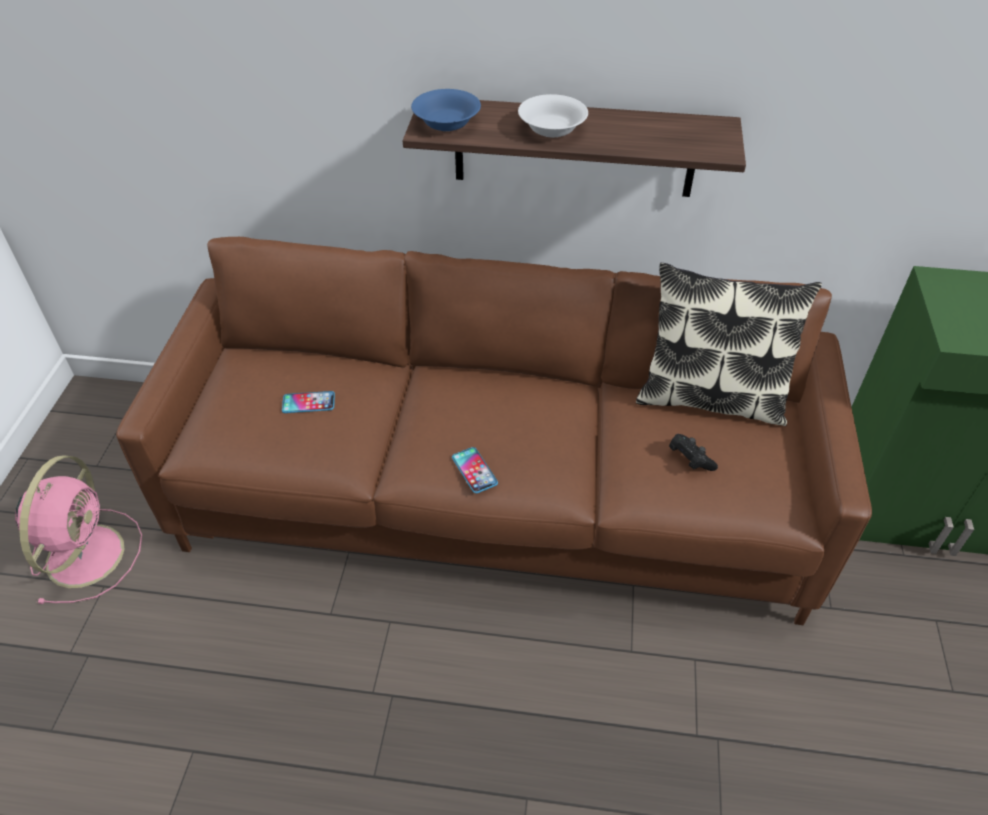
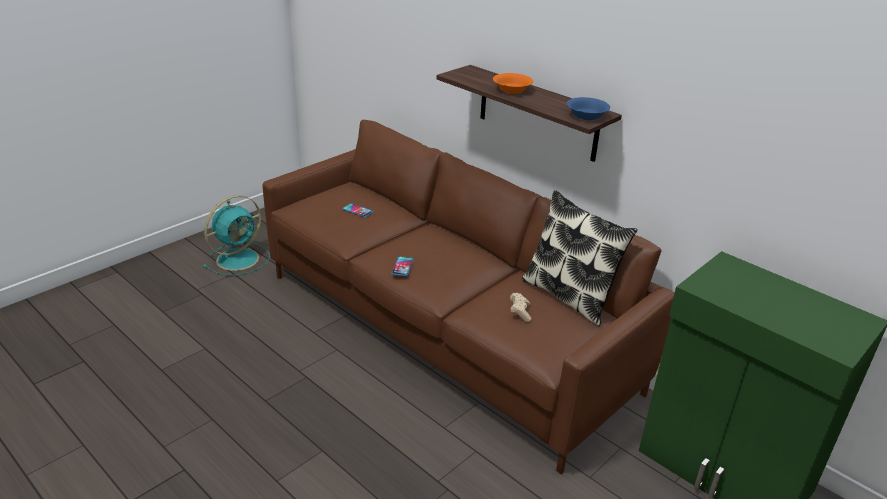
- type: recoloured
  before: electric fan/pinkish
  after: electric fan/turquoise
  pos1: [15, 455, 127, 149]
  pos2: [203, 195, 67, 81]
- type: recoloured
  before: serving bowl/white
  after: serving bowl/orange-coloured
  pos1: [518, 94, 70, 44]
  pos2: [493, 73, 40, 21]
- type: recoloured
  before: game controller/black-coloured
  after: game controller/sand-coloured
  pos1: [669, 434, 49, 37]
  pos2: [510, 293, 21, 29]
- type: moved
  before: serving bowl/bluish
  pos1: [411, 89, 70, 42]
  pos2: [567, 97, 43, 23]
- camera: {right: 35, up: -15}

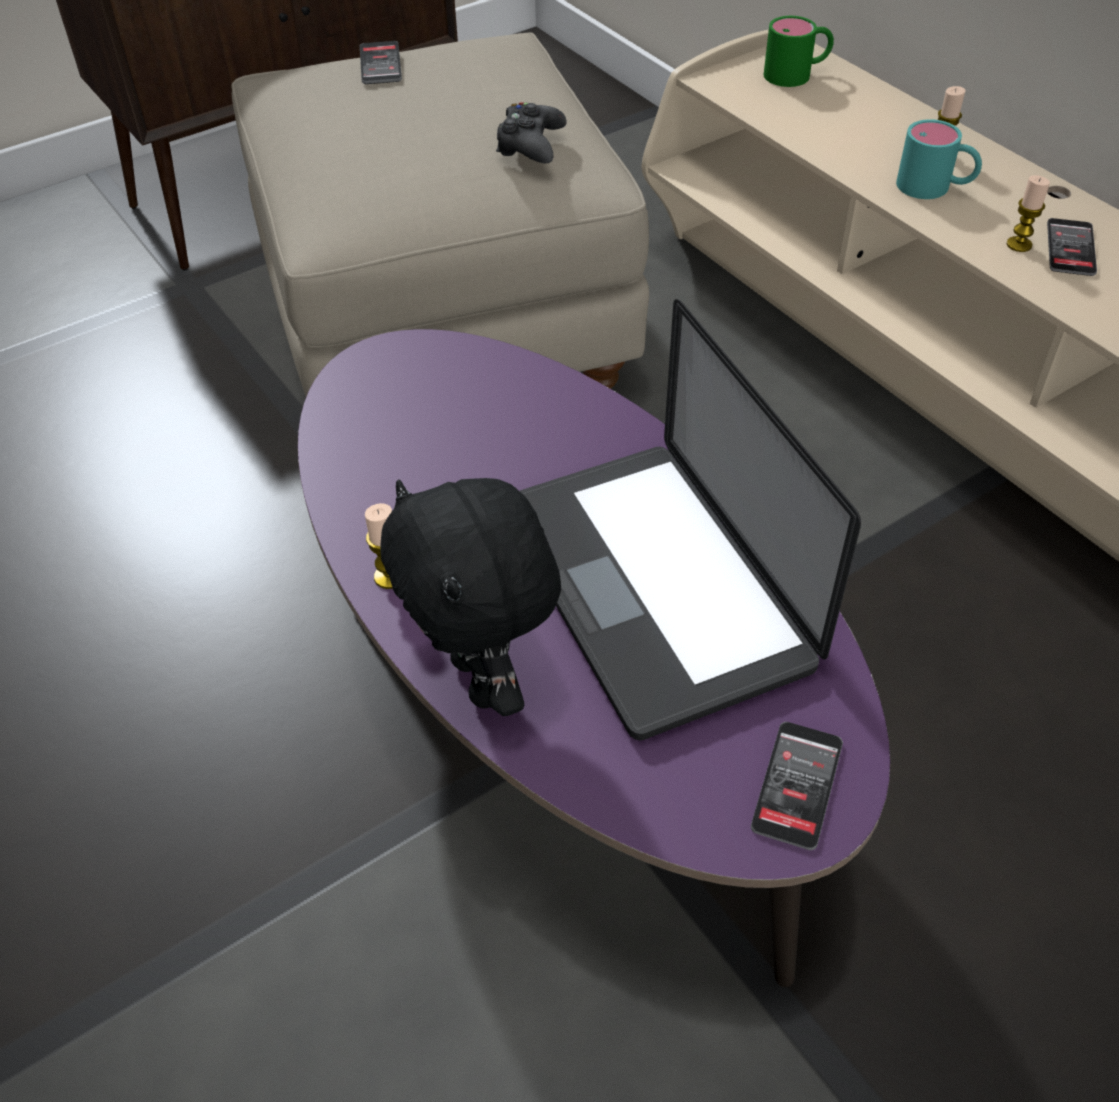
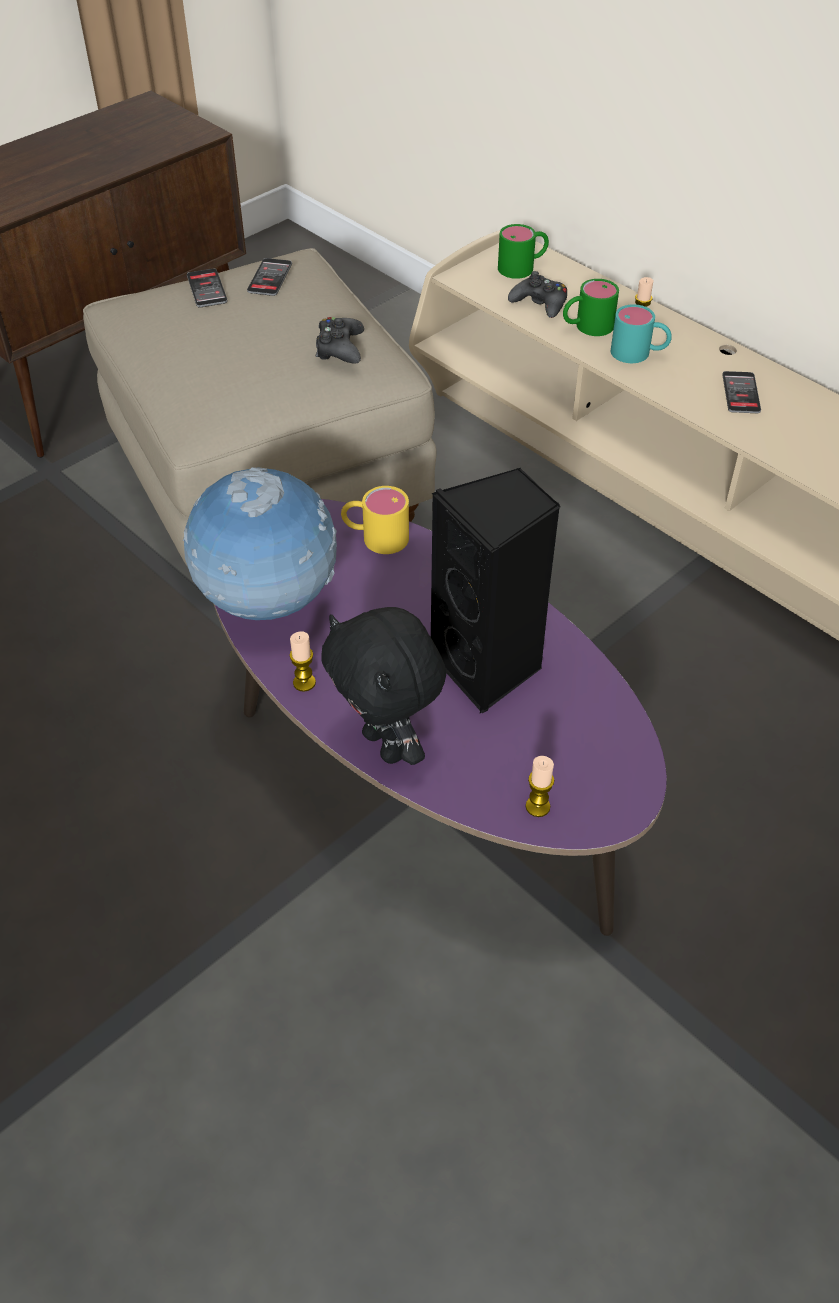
- type: added
  after: desk globe
  pos2: [183, 467, 154, 153]
- type: moved
  before: handset
  pos1: [751, 722, 92, 128]
  pos2: [247, 258, 45, 38]
- type: added
  after: mug/yellow-coloured
  pos2: [341, 486, 68, 68]
- type: replaced
  before: notebook computer
  after: loudspeaker/black-coloured
  pos1: [520, 299, 341, 442]
  pos2: [431, 468, 130, 245]
- type: added
  after: game controller/black-coloured
  pos2: [508, 271, 59, 47]
- type: moved
  before: candle
  pos1: [1007, 175, 43, 77]
  pos2: [526, 756, 28, 61]
- type: added
  after: mug/green-coloured
  pos2: [563, 279, 56, 57]
- camera: {right: -10, up: 0}

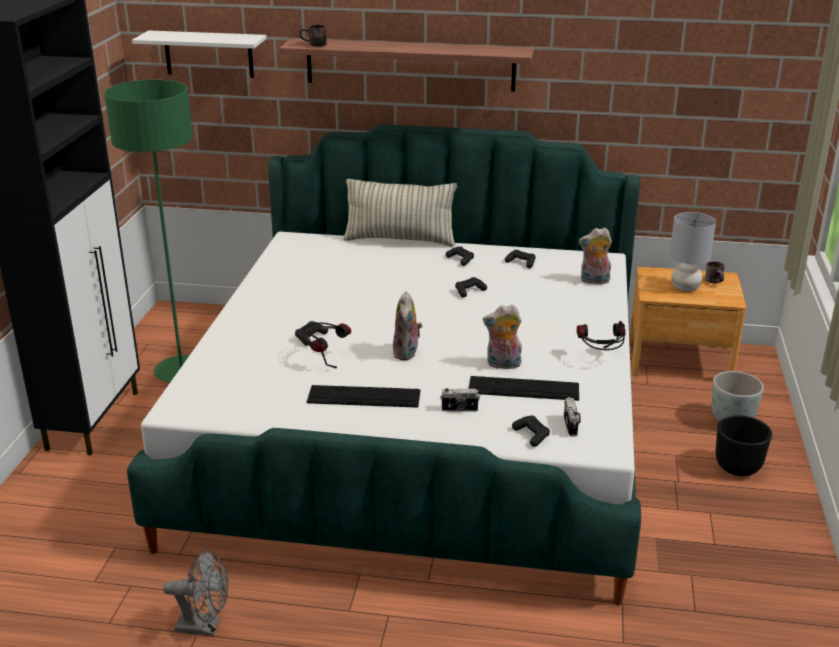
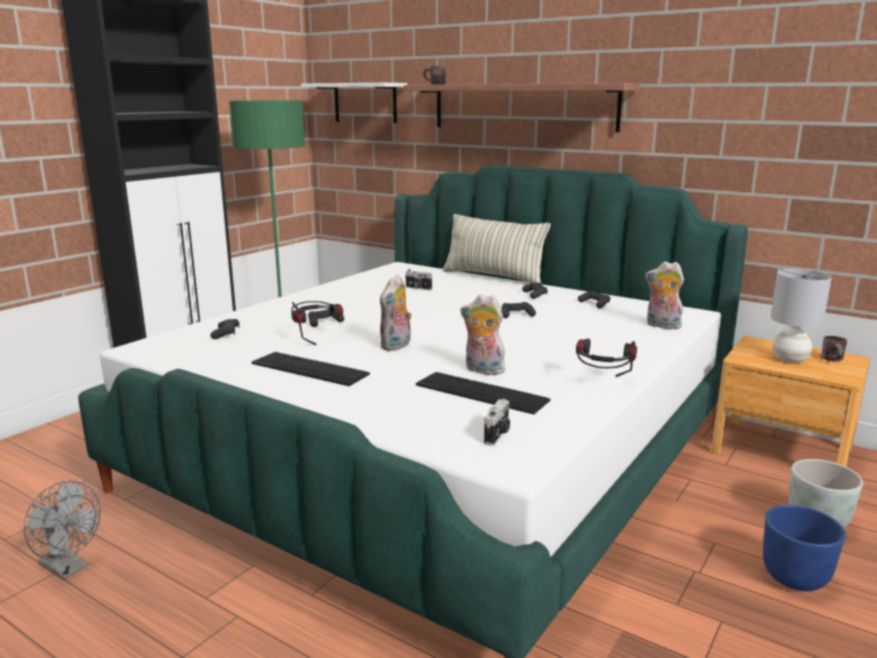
- type: moved
  before: game controller/black-coloured
  pos1: [512, 415, 38, 32]
  pos2: [211, 319, 28, 20]
- type: moved
  before: photo camera
  pos1: [440, 388, 40, 24]
  pos2: [405, 269, 28, 21]
- type: recoloured
  before: flower pot/black-coloured
  after: flower pot/bluish
  pos1: [716, 415, 56, 61]
  pos2: [763, 505, 83, 86]
- camera: {right: 25, up: -10}

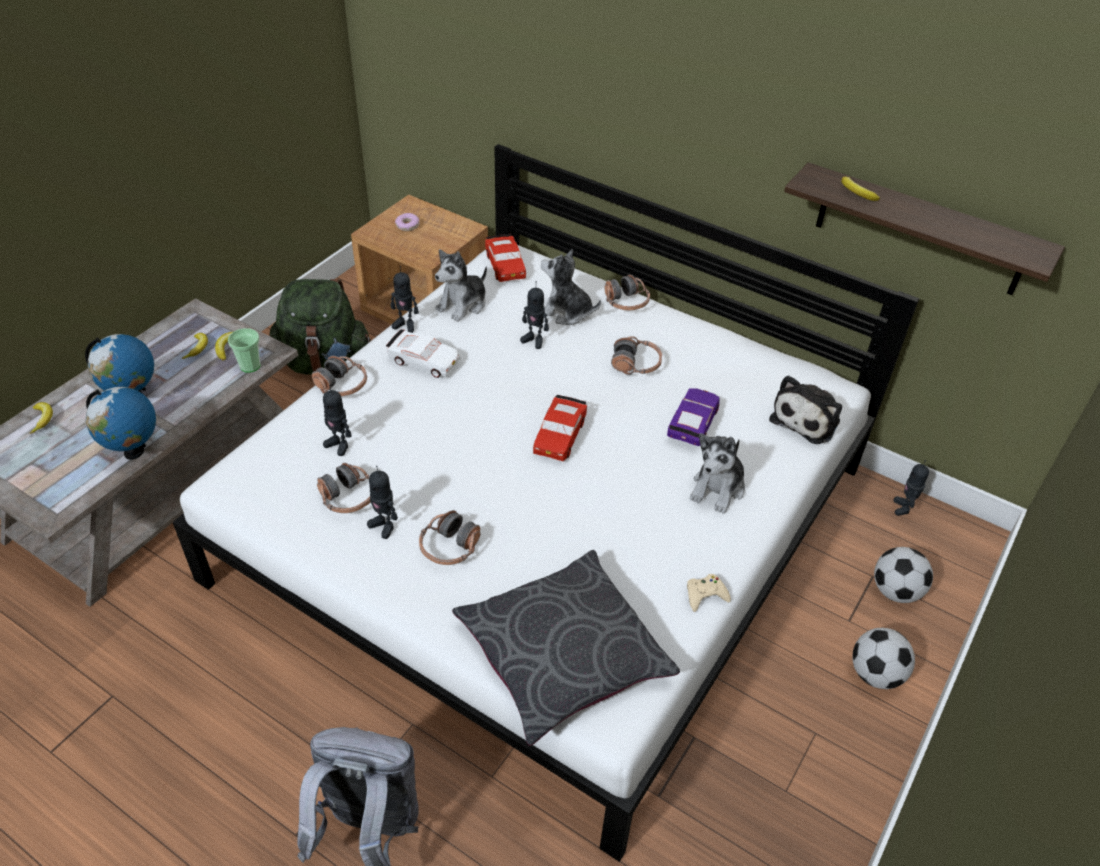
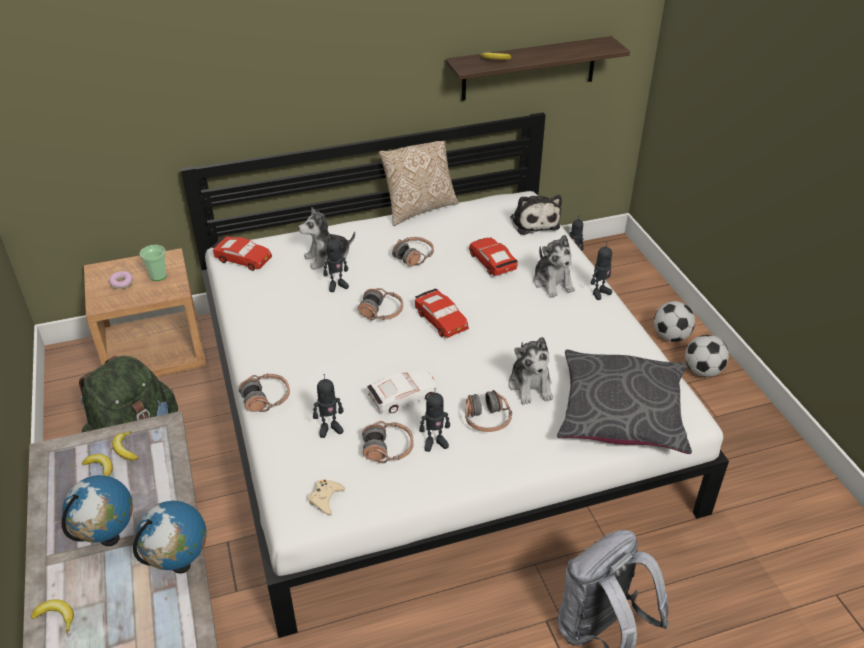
- type: moved
  before: drinking cup
  pos1: [228, 328, 33, 45]
  pos2: [140, 245, 27, 36]
- type: moved
  before: game controller/sand-coloured
  pos1: [687, 574, 44, 38]
  pos2: [308, 480, 37, 35]
- type: moved
  before: headset
  pos1: [604, 274, 46, 36]
  pos2: [358, 288, 45, 32]
- type: moved
  before: model car/white
  pos1: [386, 330, 75, 48]
  pos2: [367, 369, 72, 44]
- type: added
  after: throw pillow
  pos2: [379, 140, 80, 86]
- type: recoloured
  before: model car/purple
  after: model car/reddish
  pos1: [667, 388, 53, 58]
  pos2: [469, 238, 49, 38]
- type: moved
  before: plush toy
  pos1: [435, 249, 52, 73]
  pos2: [508, 337, 45, 68]
- type: moved
  before: toy robot
  pos1: [390, 266, 29, 67]
  pos2: [590, 241, 22, 59]
- type: moved
  before: football
  pos1: [874, 547, 59, 56]
  pos2: [685, 335, 44, 42]
- camera: {right: -50, up: -5}

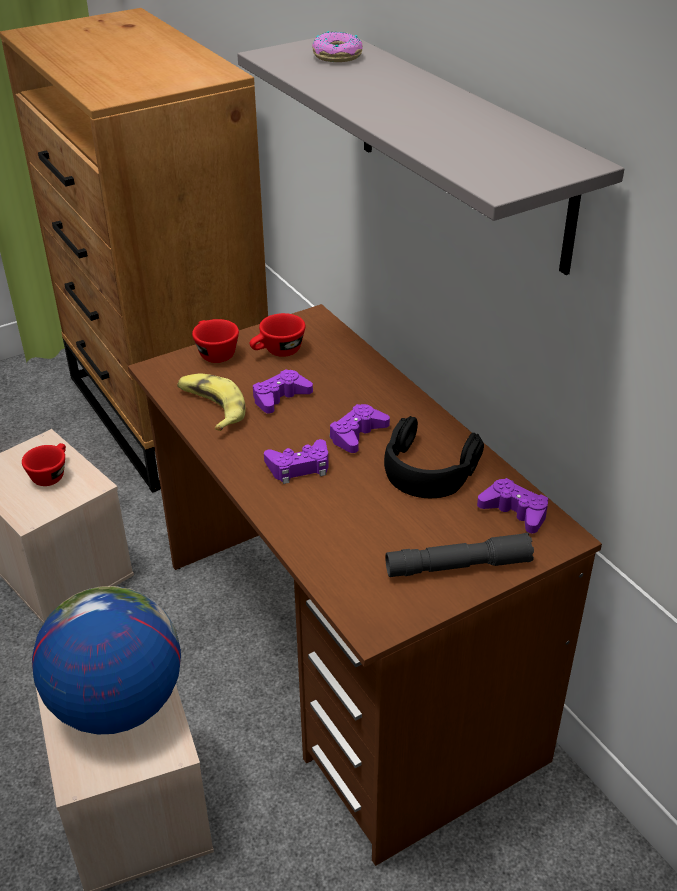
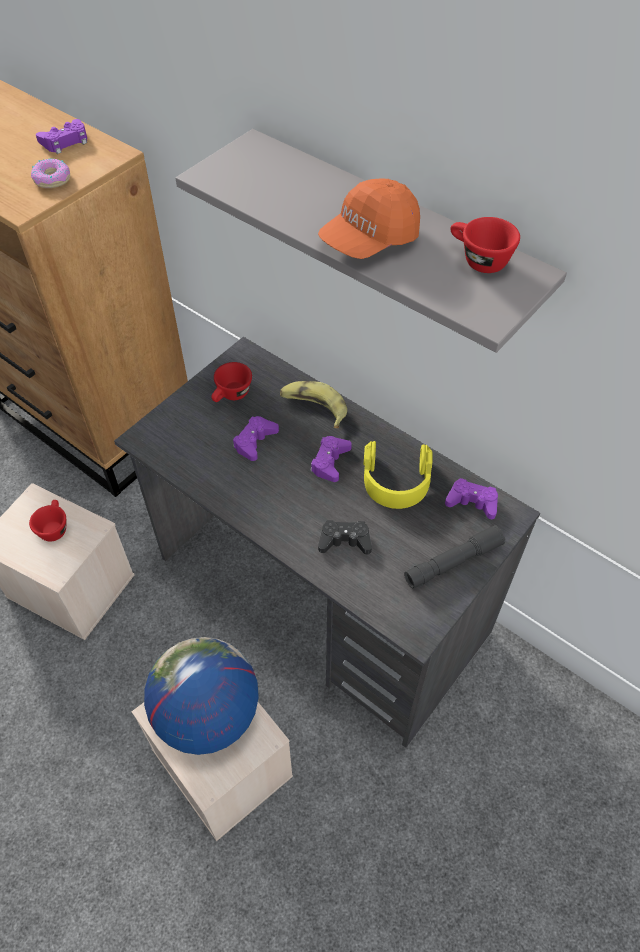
- type: moved
  before: doughnut
  pos1: [312, 31, 51, 31]
  pos2: [31, 158, 39, 30]
- type: moved
  before: game controller/purple
  pos1: [264, 439, 64, 45]
  pos2: [36, 119, 51, 35]
- type: recoloured
  before: desk unit/brown
  after: desk unit/grey
  pos1: [128, 304, 474, 562]
  pos2: [114, 337, 426, 411]
- type: moved
  before: banana fruit
  pos1: [177, 373, 68, 58]
  pos2: [280, 381, 67, 47]
- type: added
  after: peaked cap/orange-coloured
  pos2: [318, 178, 102, 81]
- type: added
  after: game controller/black-coloured
  pos2: [318, 520, 54, 34]
- type: recoloured
  before: headset/black-coloured
  after: headset/yellow-coloured
  pos1: [384, 416, 100, 82]
  pos2: [363, 441, 69, 68]
- type: moved
  before: drinking cup/reddish
  pos1: [192, 319, 47, 44]
  pos2: [450, 217, 70, 56]
- camera: {right: -20, up: 15}

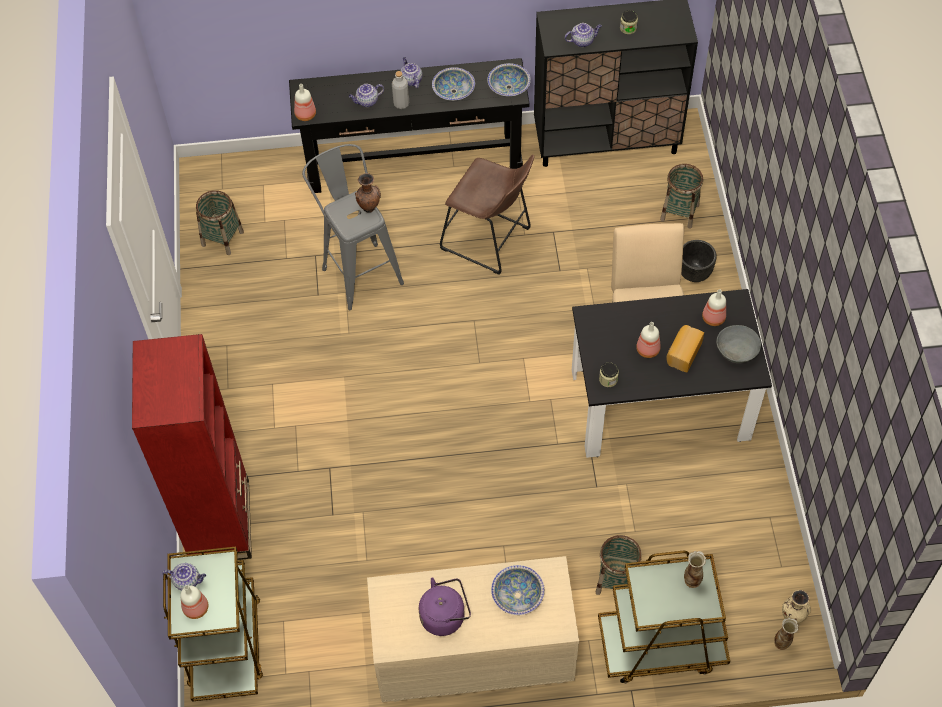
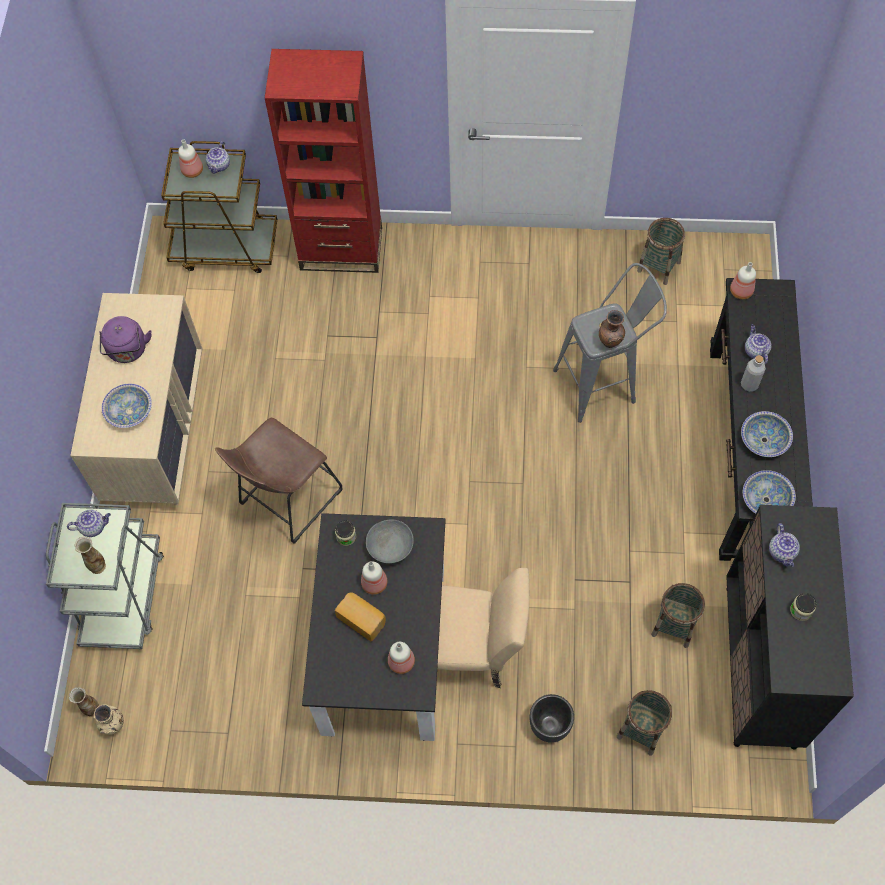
- type: recoloured
  before: trolley/brown
  after: trolley/grey
  pos1: [598, 551, 132, 133]
  pos2: [46, 503, 118, 146]
- type: moved
  before: tea pot
  pos1: [401, 57, 22, 31]
  pos2: [67, 510, 44, 27]
- type: moved
  before: stool/brown
  pos1: [440, 155, 94, 120]
  pos2: [215, 418, 128, 125]
- type: moved
  before: serving bowl/grey
  pos1: [717, 325, 44, 38]
  pos2: [366, 520, 48, 44]
- type: moved
  before: household basket
  pos1: [596, 535, 46, 60]
  pos2: [651, 583, 54, 65]
- camera: {right: 100, up: 5}

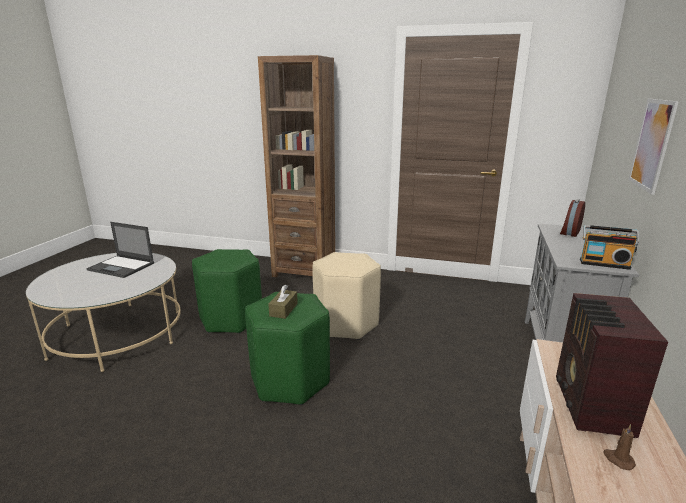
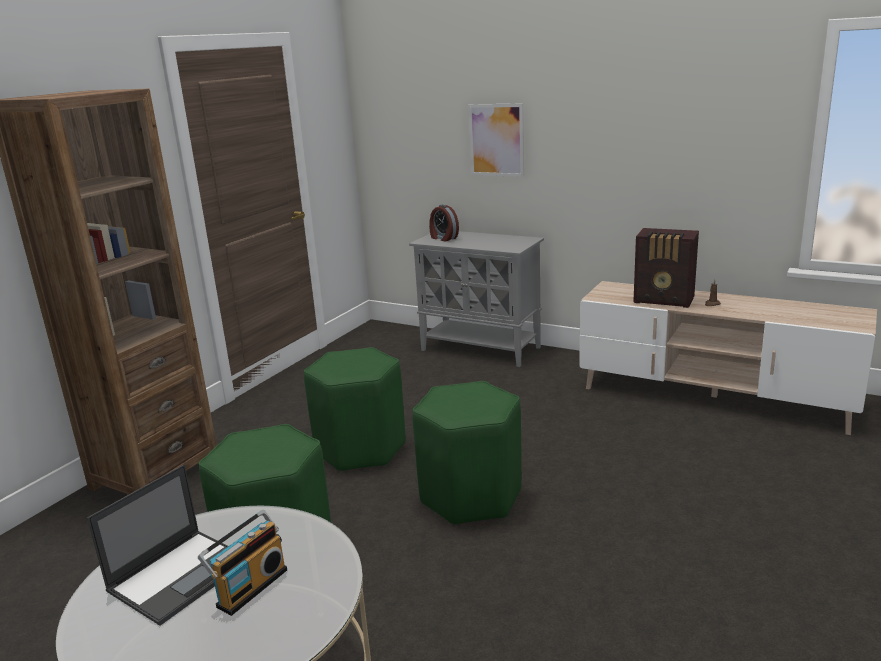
- type: moved
  before: radio receiver
  pos1: [580, 225, 59, 45]
  pos2: [198, 510, 89, 106]
- type: recoloured
  before: stool/sand-coloured
  after: stool/green-coloured
  pos1: [312, 252, 69, 88]
  pos2: [304, 347, 102, 124]
- type: removed
  before: box of tissues/brown
  pos1: [268, 284, 30, 35]
- camera: {right: -75, up: 0}

